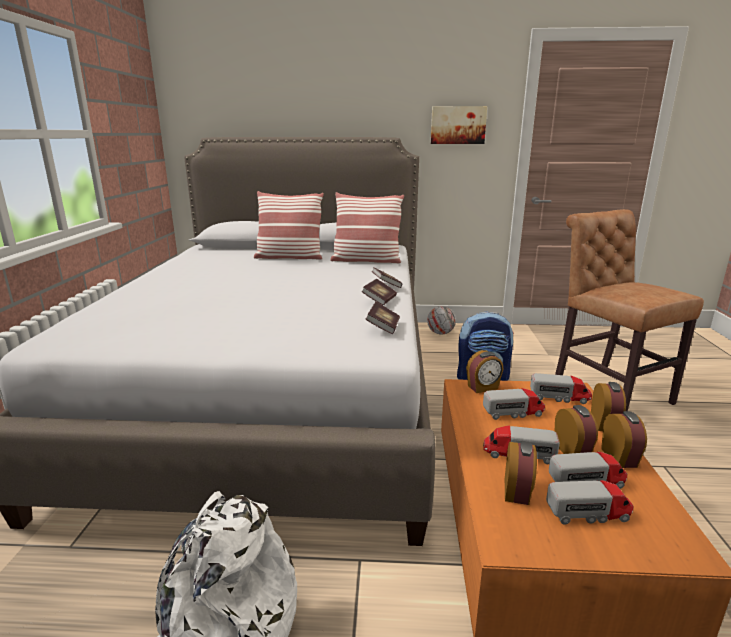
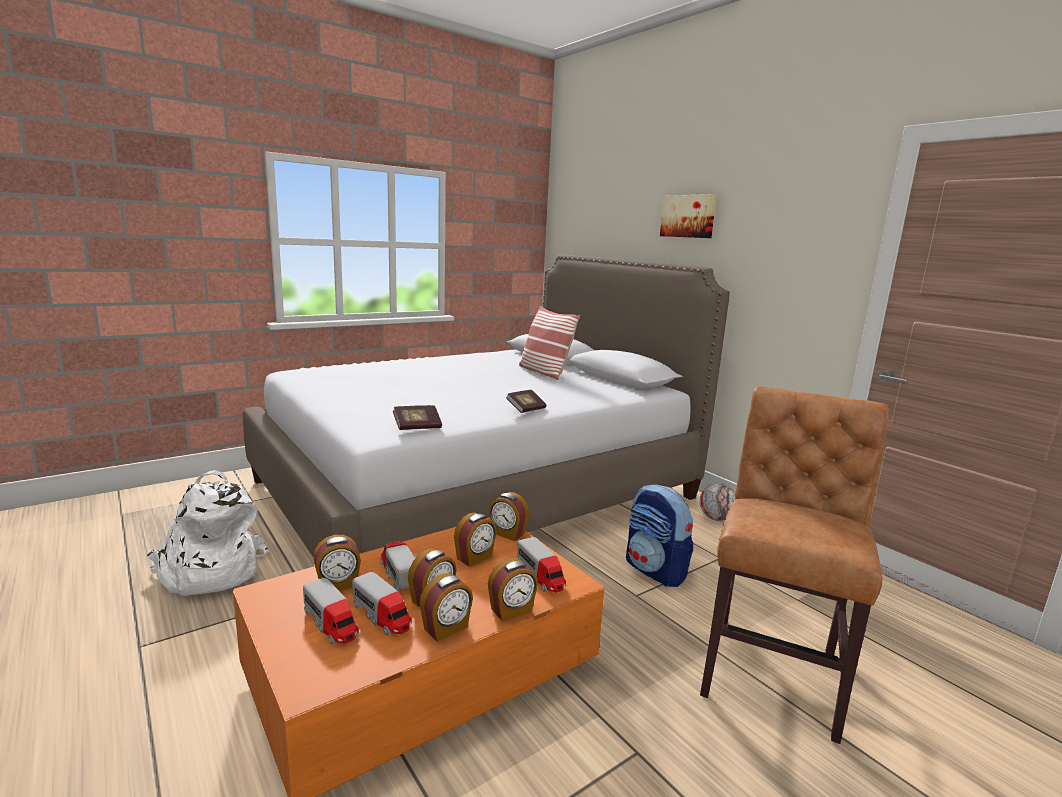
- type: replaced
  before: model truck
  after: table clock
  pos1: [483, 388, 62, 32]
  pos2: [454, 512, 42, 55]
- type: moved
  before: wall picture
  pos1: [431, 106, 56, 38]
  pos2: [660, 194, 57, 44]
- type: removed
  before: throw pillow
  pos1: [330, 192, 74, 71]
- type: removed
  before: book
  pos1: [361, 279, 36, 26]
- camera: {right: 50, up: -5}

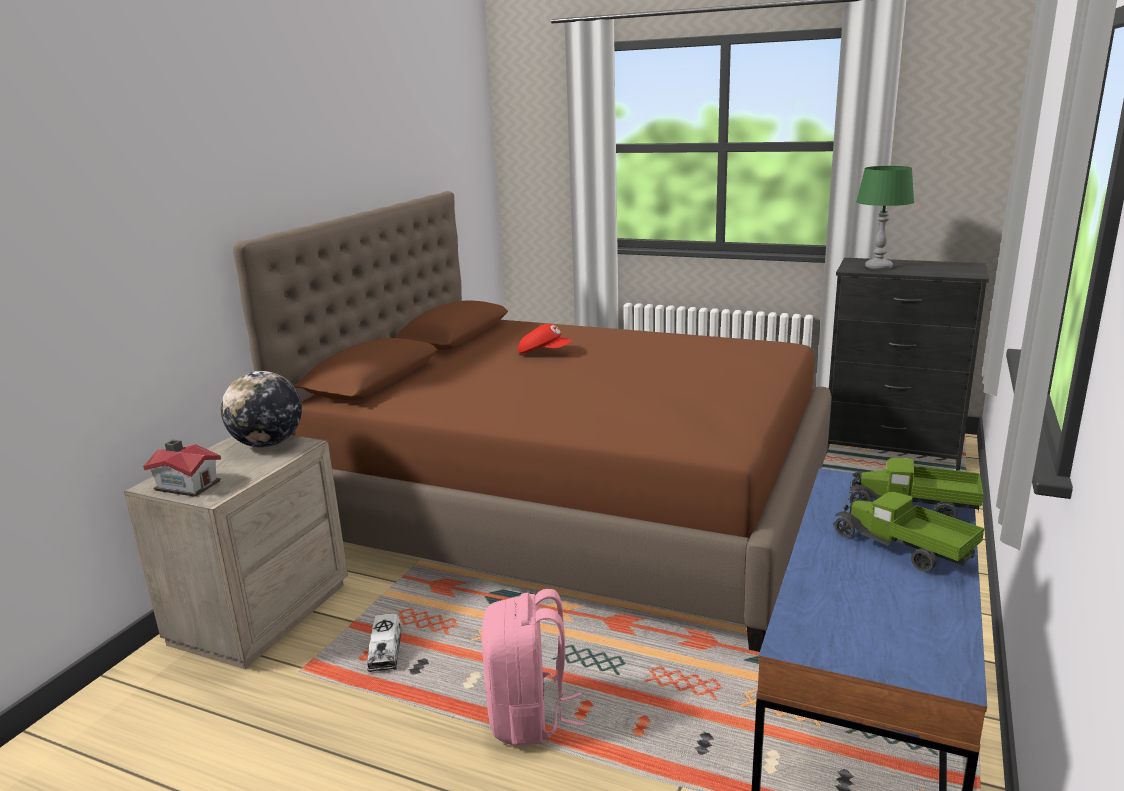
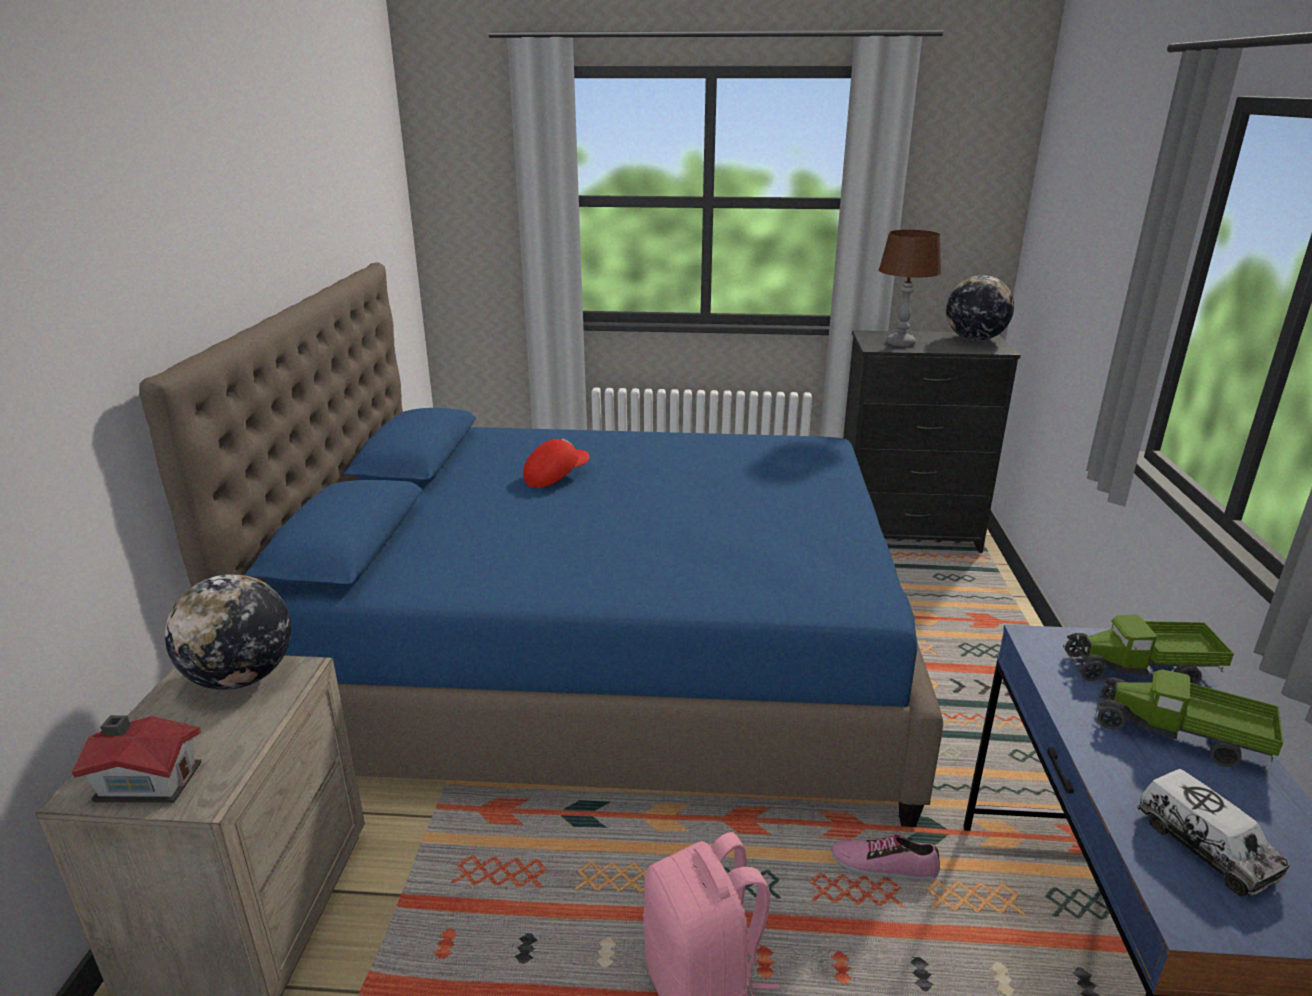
- type: recoloured
  before: bed/brown
  after: bed/bluish
  pos1: [233, 191, 598, 461]
  pos2: [139, 262, 804, 565]
- type: turned
  before: peaked cap/reddish
  pos1: [518, 324, 54, 30]
  pos2: [523, 438, 66, 50]
  turn: -45
- type: added
  after: shoe
  pos2: [832, 835, 108, 45]
- type: recoloured
  before: lamp for a table/green-coloured
  after: lamp for a table/brown
  pos1: [856, 166, 58, 104]
  pos2: [879, 230, 62, 117]
- type: added
  after: desk globe
  pos2: [946, 275, 68, 66]
- type: moved
  before: model truck
  pos1: [367, 614, 35, 58]
  pos2: [1137, 769, 153, 128]
- camera: {right: -20, up: 5}

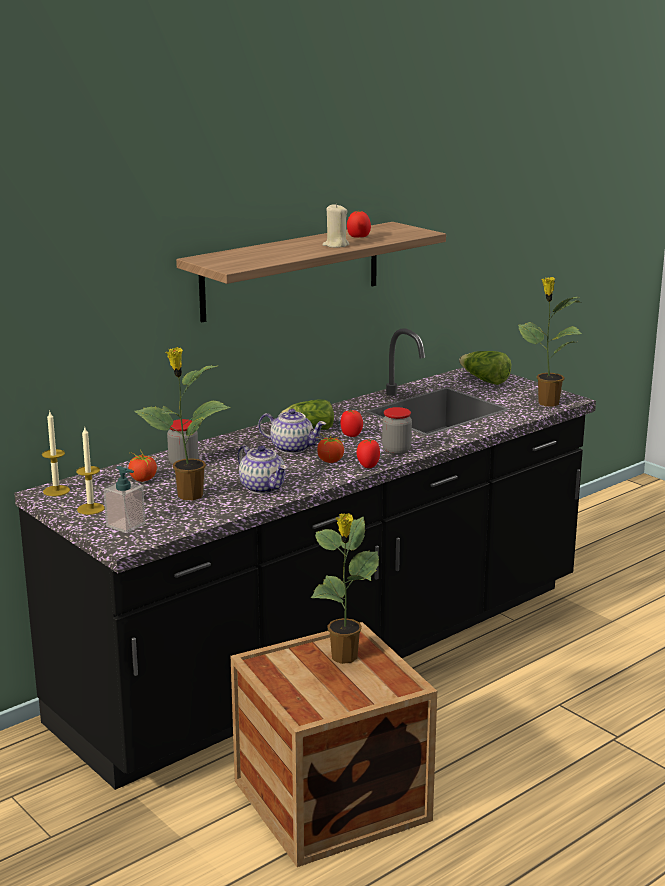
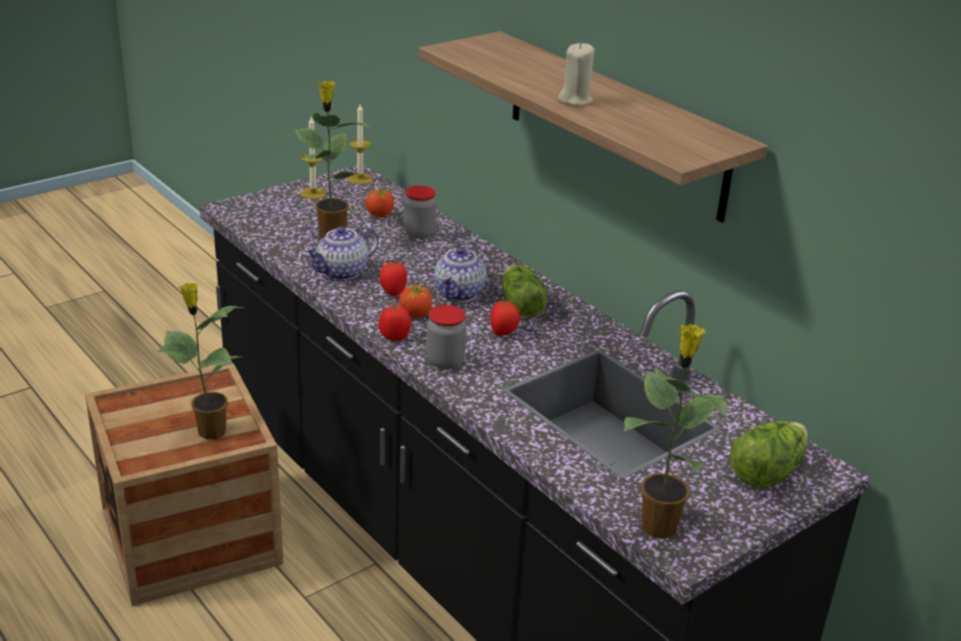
- type: moved
  before: whole tomato
  pos1: [347, 210, 24, 27]
  pos2: [379, 262, 28, 34]
- type: removed
  before: soap dispenser
  pos1: [103, 466, 42, 67]
- camera: {right: 90, up: 10}

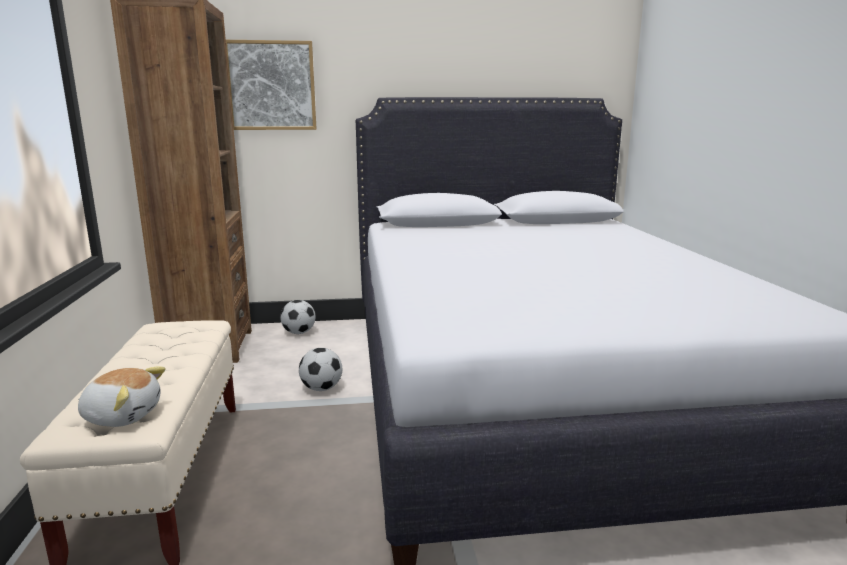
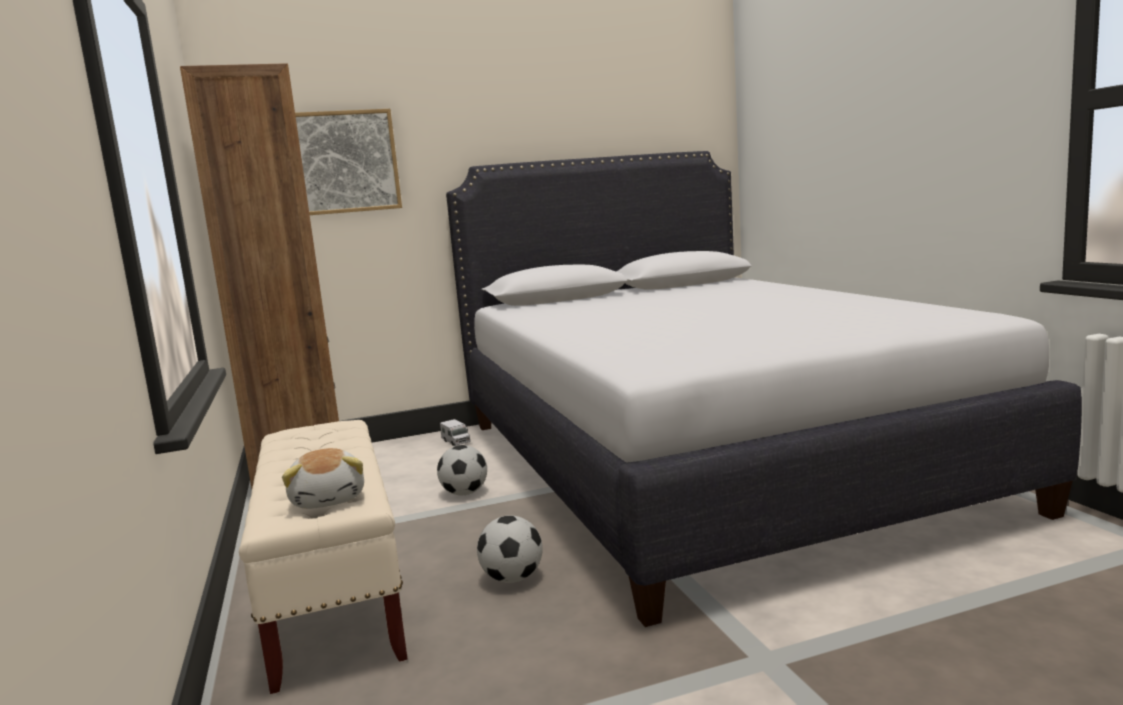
- type: turned
  before: plush toy
  pos1: [78, 366, 88, 61]
  pos2: [282, 448, 82, 61]
  turn: 75
- type: added
  after: model truck
  pos2: [440, 419, 31, 27]
- type: moved
  before: football
  pos1: [280, 300, 36, 34]
  pos2: [477, 515, 66, 68]
- camera: {right: -10, up: -5}

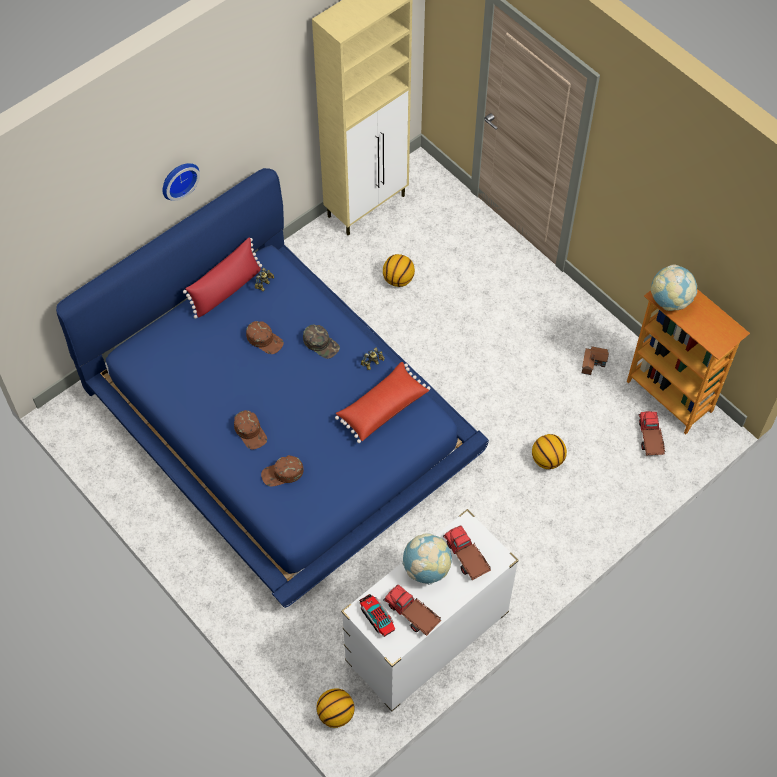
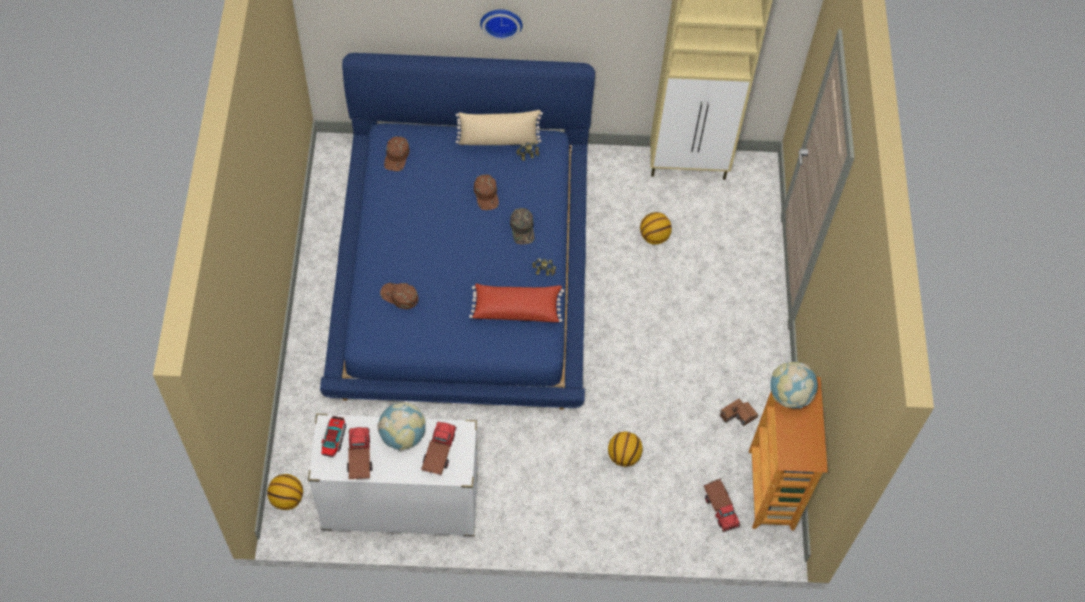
- type: moved
  before: peaked cap/brown
  pos1: [234, 410, 33, 40]
  pos2: [384, 136, 25, 35]
- type: recoloured
  before: throw pillow/reddish
  after: throw pillow/sand-coloured
  pos1: [183, 237, 79, 82]
  pos2: [455, 110, 88, 35]
- type: turned
  before: model truck
  pos1: [638, 411, 27, 44]
  pos2: [704, 478, 37, 54]
  turn: 120
- camera: {right: 40, up: 0}

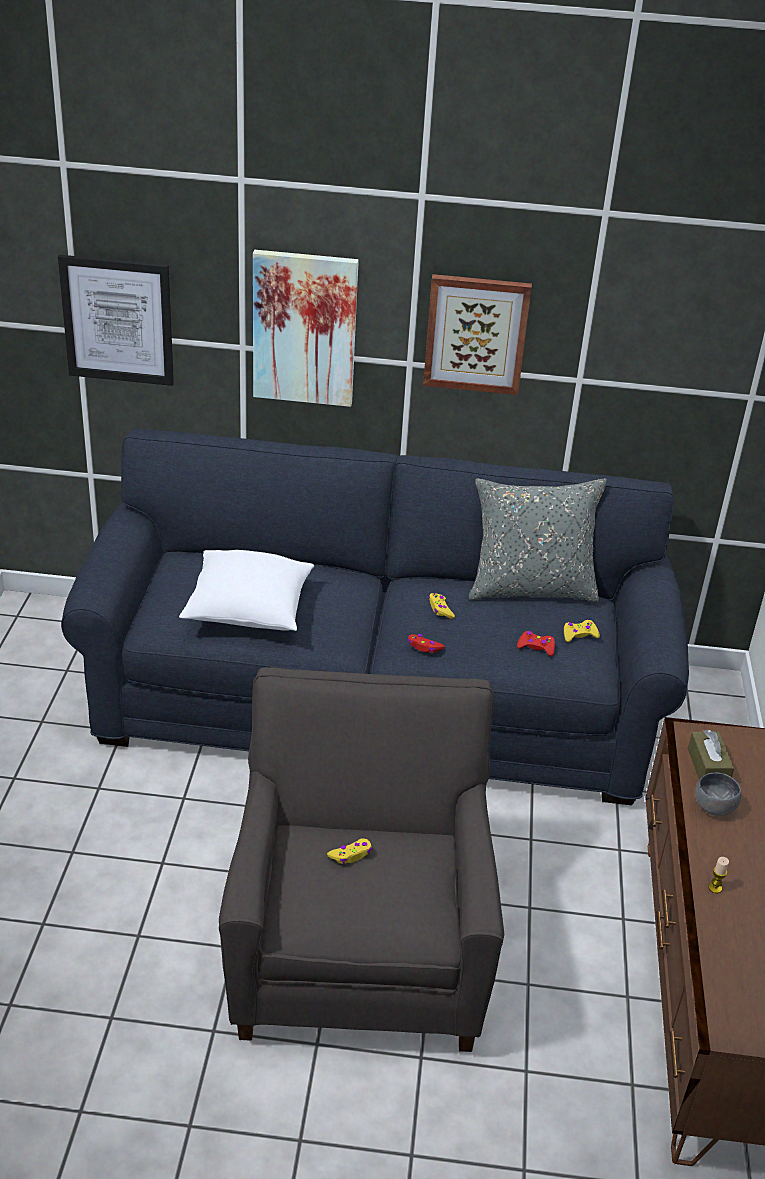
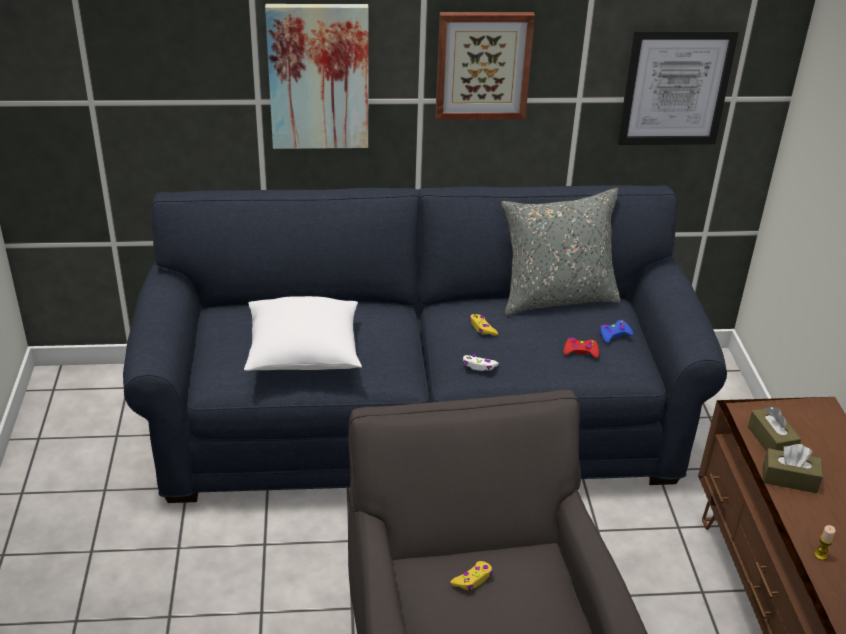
- type: recoloured
  before: game controller/reddish
  after: game controller/white
  pos1: [408, 634, 37, 19]
  pos2: [463, 354, 36, 17]
- type: recoloured
  before: game controller/yellow-coloured
  after: game controller/bluish
  pos1: [564, 620, 36, 22]
  pos2: [600, 320, 33, 23]
- type: moved
  before: wall picture
  pos1: [58, 255, 116, 131]
  pos2: [618, 30, 121, 115]
- type: replaced
  before: serving bowl/grey
  after: box of tissues/brown
  pos1: [695, 773, 46, 43]
  pos2: [763, 444, 60, 49]
- camera: {right: -10, up: 0}

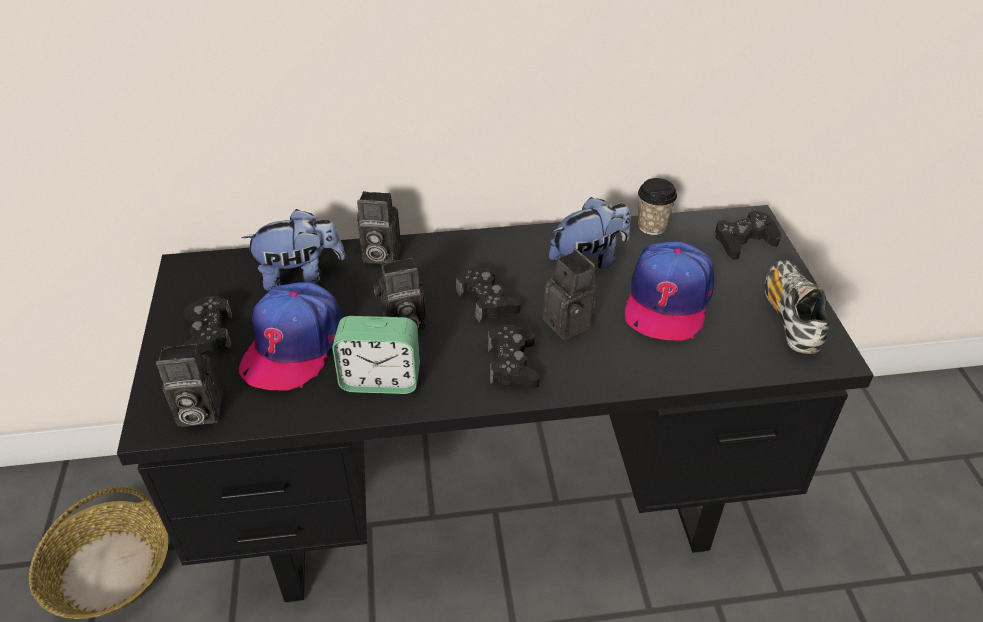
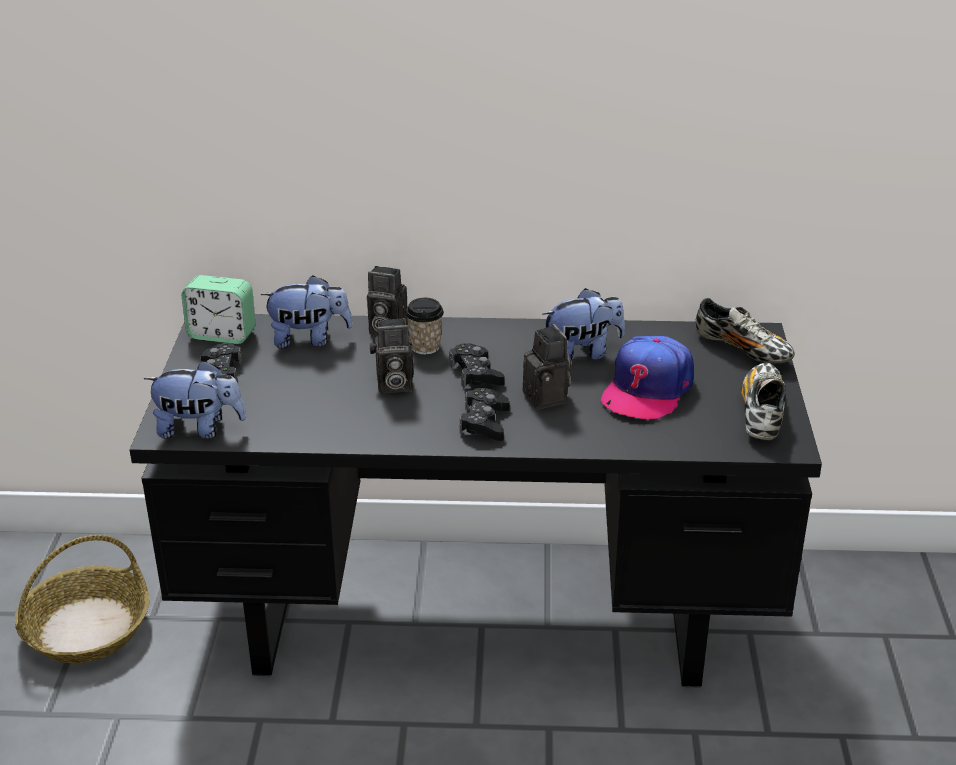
- type: replaced
  before: photo camera
  after: plush toy
  pos1: [156, 344, 66, 83]
  pos2: [144, 360, 102, 78]
- type: moved
  before: table clock
  pos1: [332, 316, 88, 78]
  pos2: [182, 275, 74, 69]
- type: moved
  before: drinking cup
  pos1: [638, 178, 39, 57]
  pos2: [405, 298, 39, 57]
- type: replaced
  before: game controller/black-coloured
  after: shoe
  pos1: [714, 210, 67, 50]
  pos2: [696, 298, 99, 65]
- type: removed
  before: peaked cap
  pos1: [239, 282, 104, 109]
- camera: {right: 10, up: -10}

